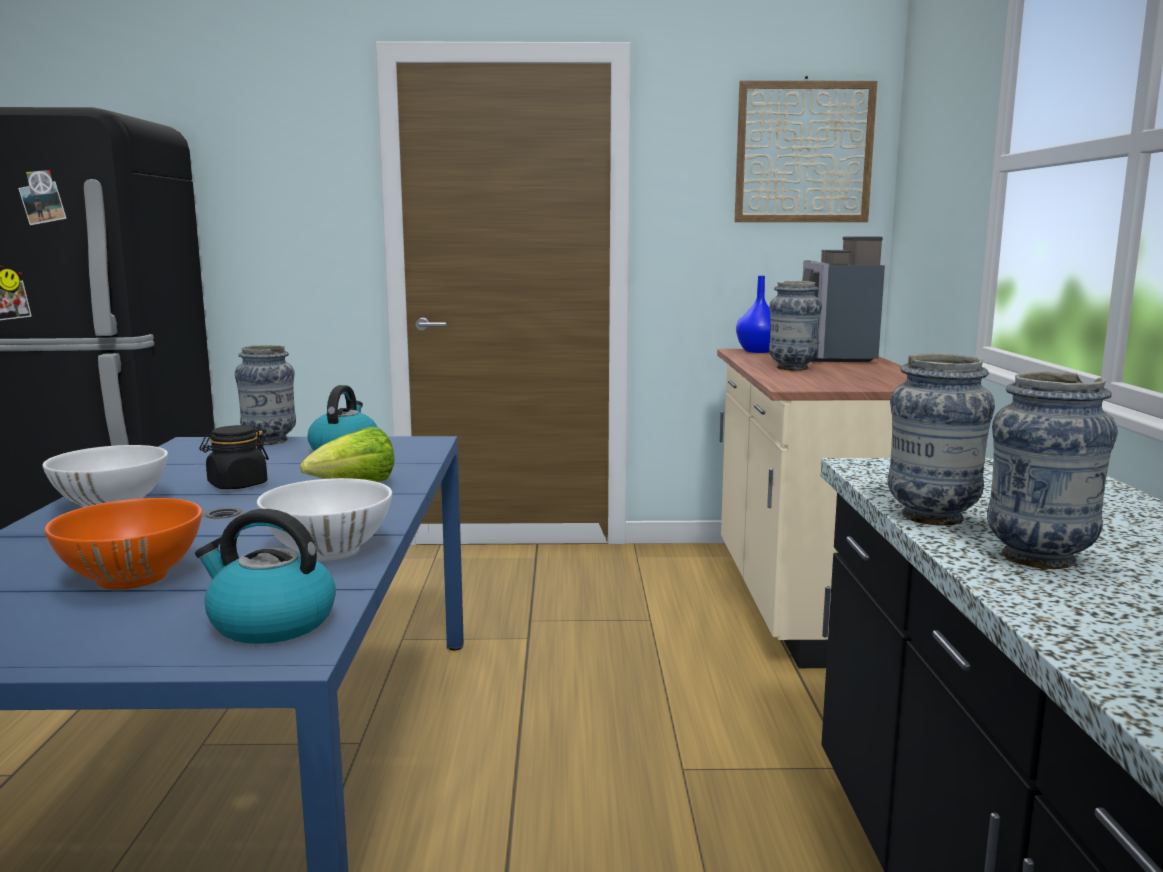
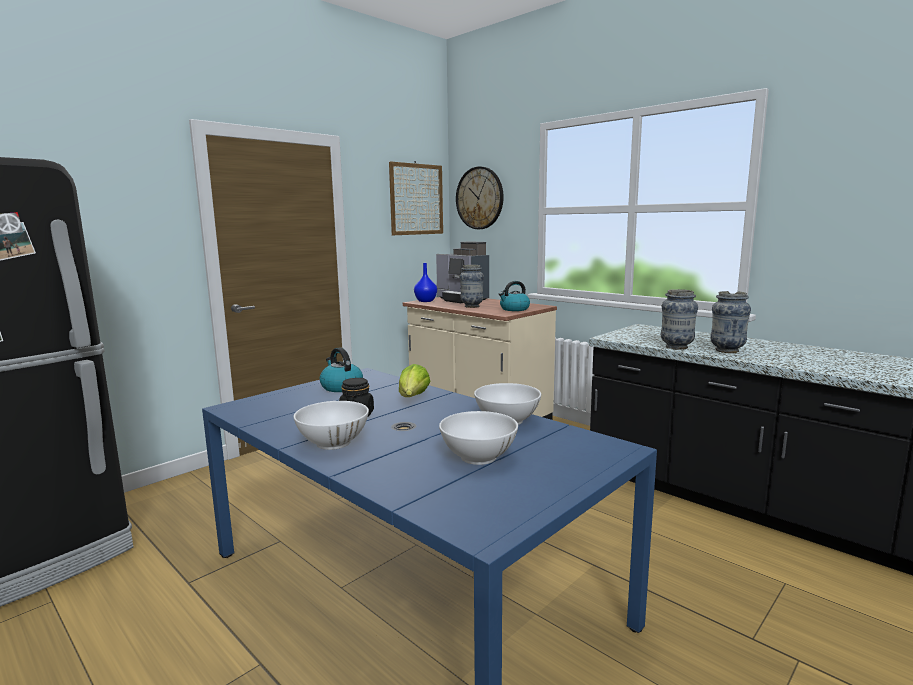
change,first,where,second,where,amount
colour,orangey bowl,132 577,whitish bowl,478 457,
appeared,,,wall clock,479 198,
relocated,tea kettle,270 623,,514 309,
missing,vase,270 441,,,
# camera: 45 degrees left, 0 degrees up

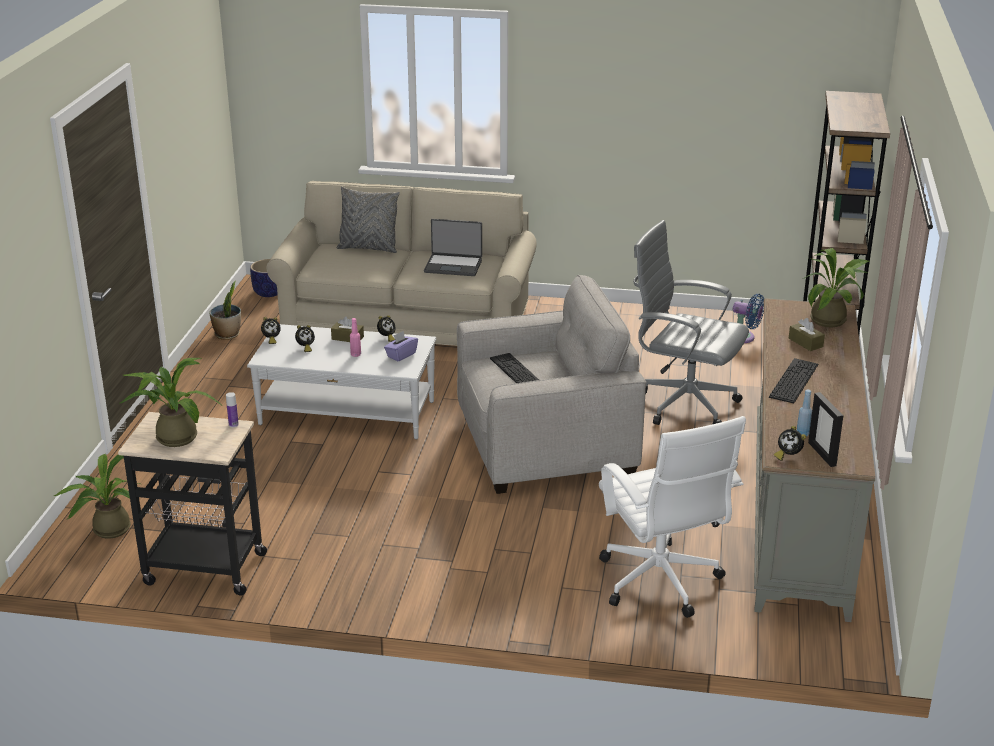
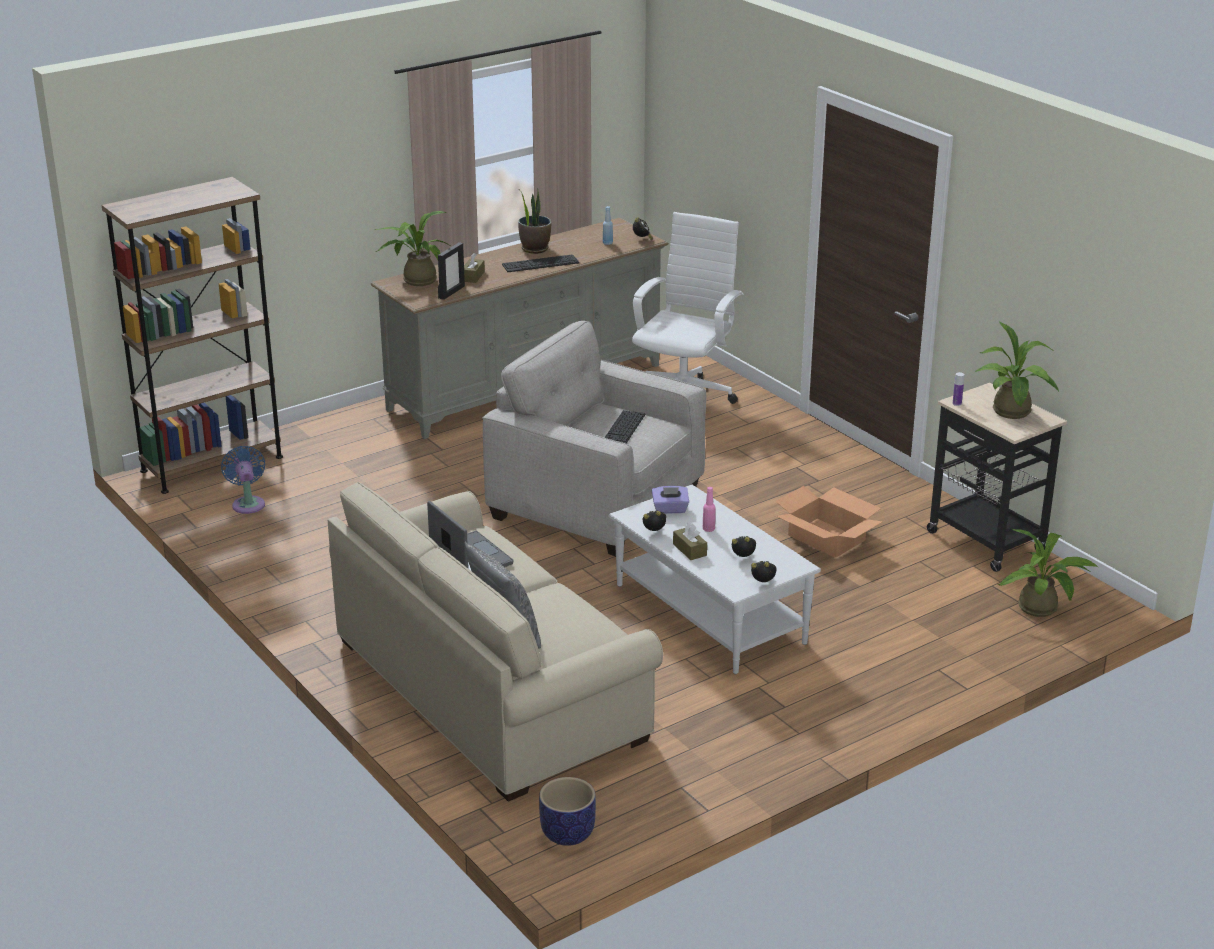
change,first,where,second,where,amount
relocated,photo frame,823 454,,451 292,
relocated,houseplant,227 335,,534 249,
appeared,,,packing box,826 537,
missing,grey office chair,682 404,,,
# camera: 135 degrees left, 0 degrees up

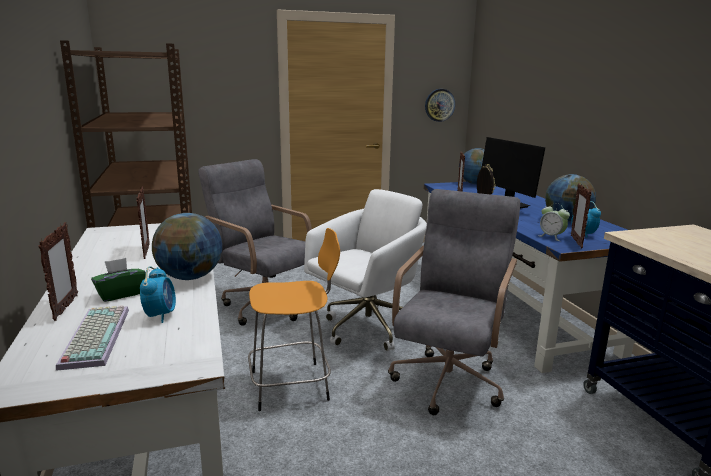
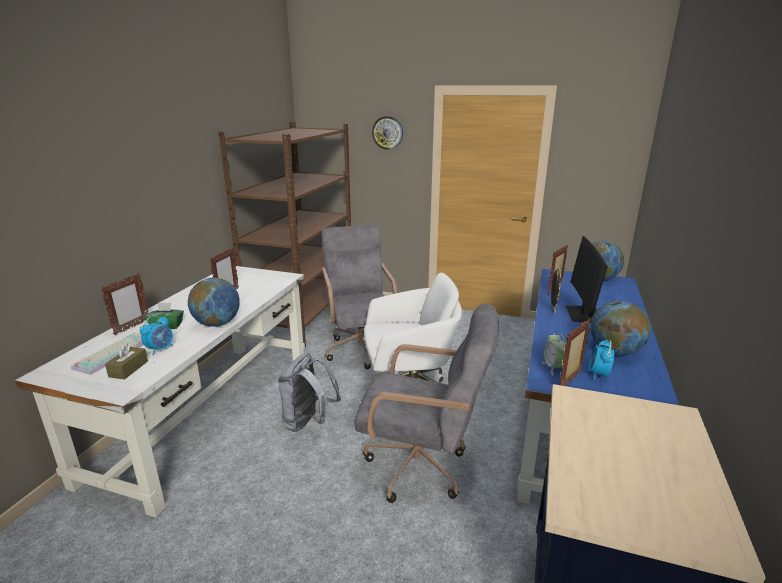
change,first,where,second,where,amount
appeared,,,brown-coloured tissue box,128 369,
exchanged,orangey stool,293 385,grey backpack,308 422,
spun,grey office chair,449 380,,422 469,45 degrees clockwise
relocated,wall clock,439 105,,387 132,
# camera: 35 degrees right, 5 degrees up

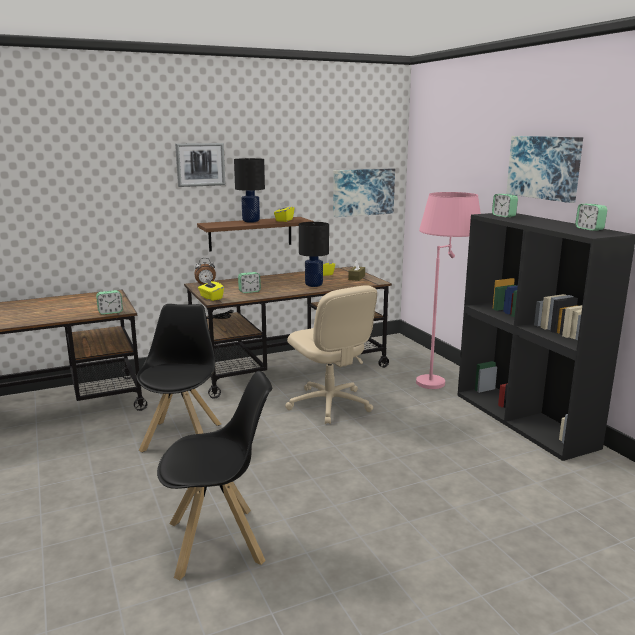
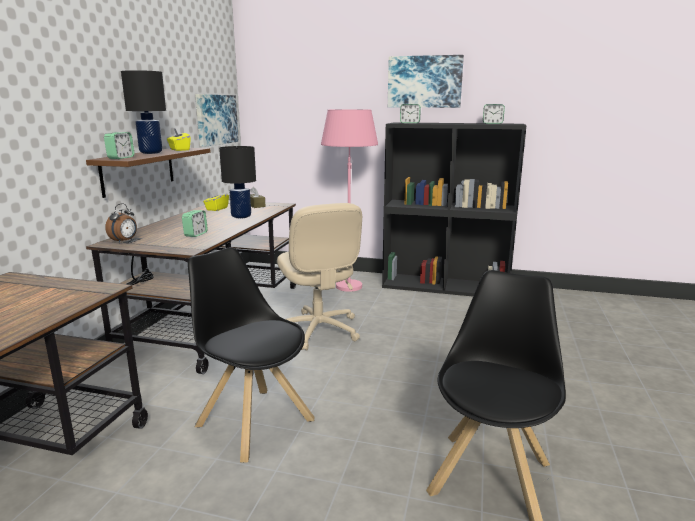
change,first,where,second,where,amount
relocated,bedside clock,110 312,,121 158,
spun,beige office chair,329 404,,317 330,60 degrees clockwise
missing,wall picture,200 164,,,
missing,yellowish tissue box,211 298,,,
# camera: 50 degrees left, 0 degrees up

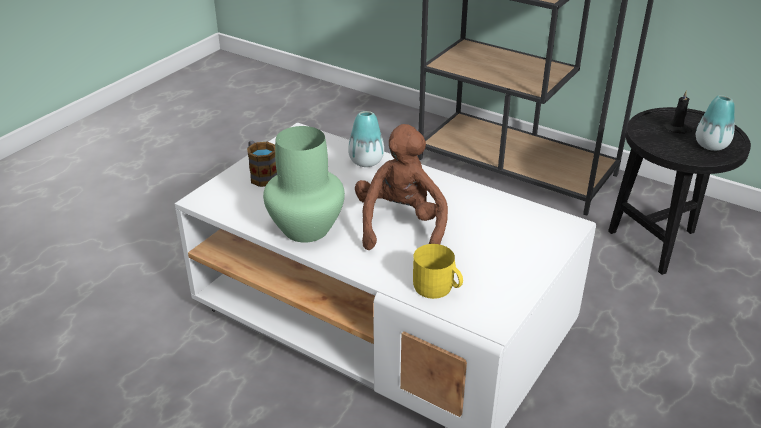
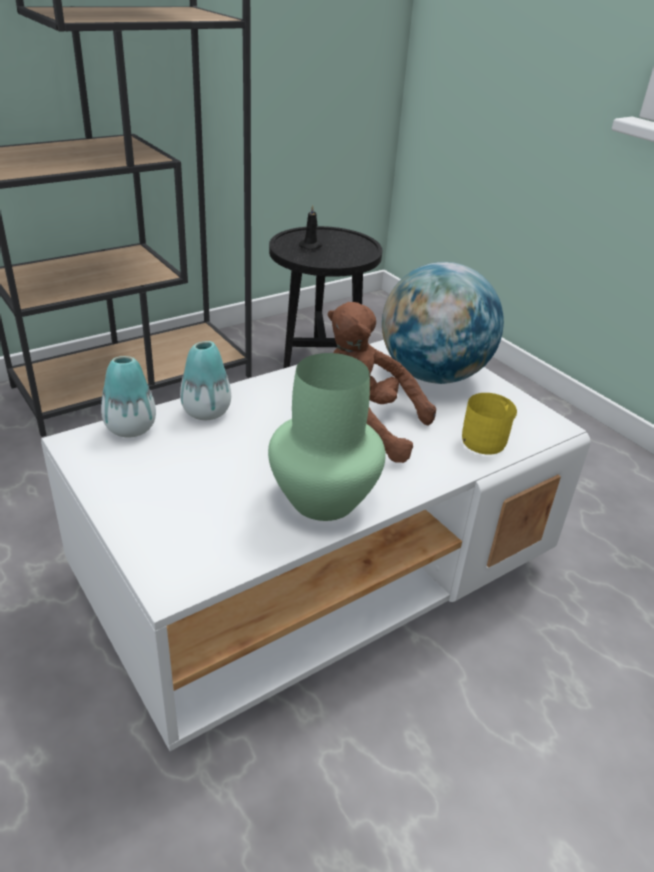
change,first,where,second,where,amount
relocated,vase,711 145,,131 428,
appeared,,,desk globe,432 375,
missing,coffee mug,261 175,,,
# camera: 70 degrees left, 0 degrees up

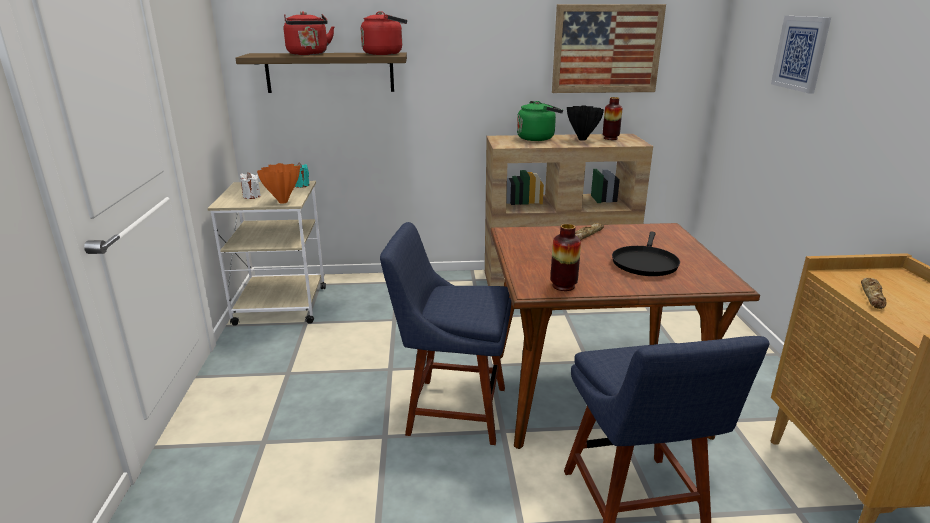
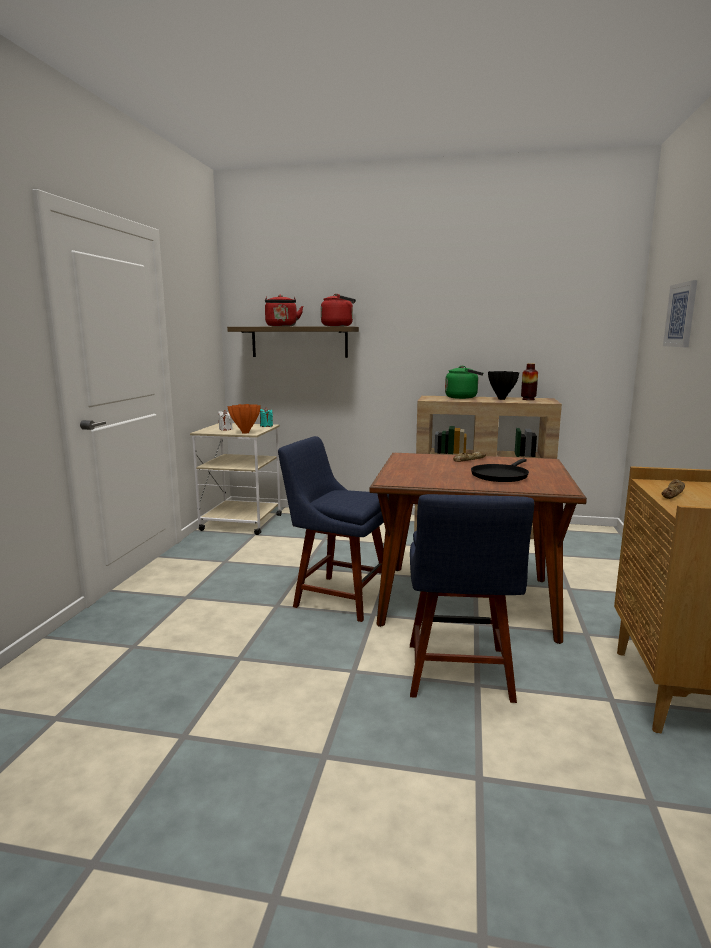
change,first,where,second,where,amount
missing,vase,563 286,,,
missing,wall picture,607 49,,,
# camera: 15 degrees right, 10 degrees down

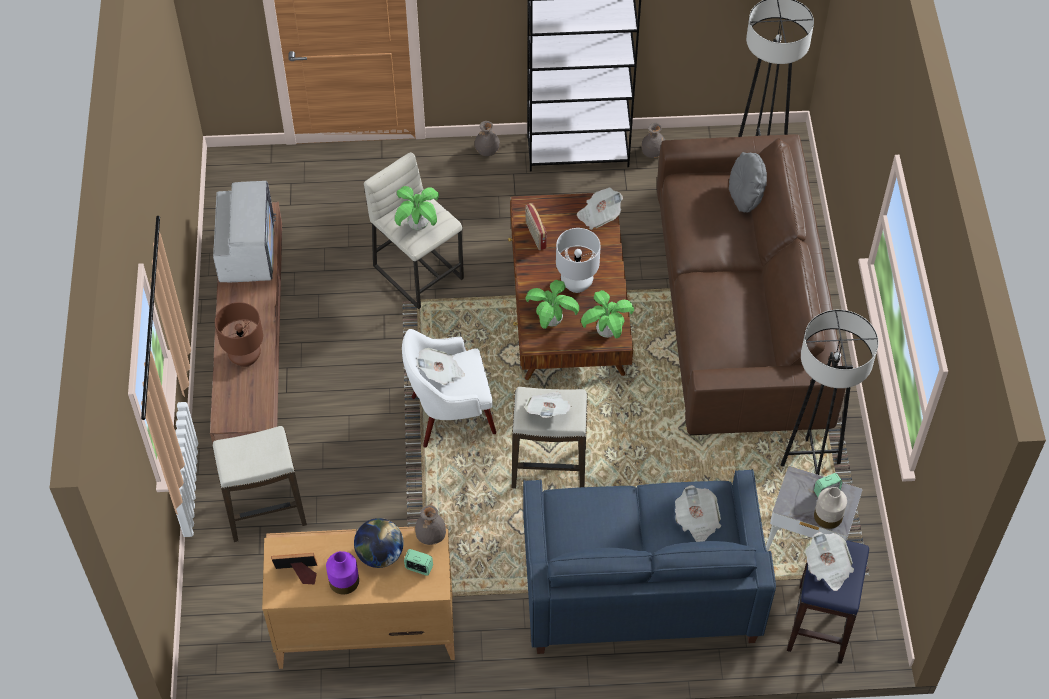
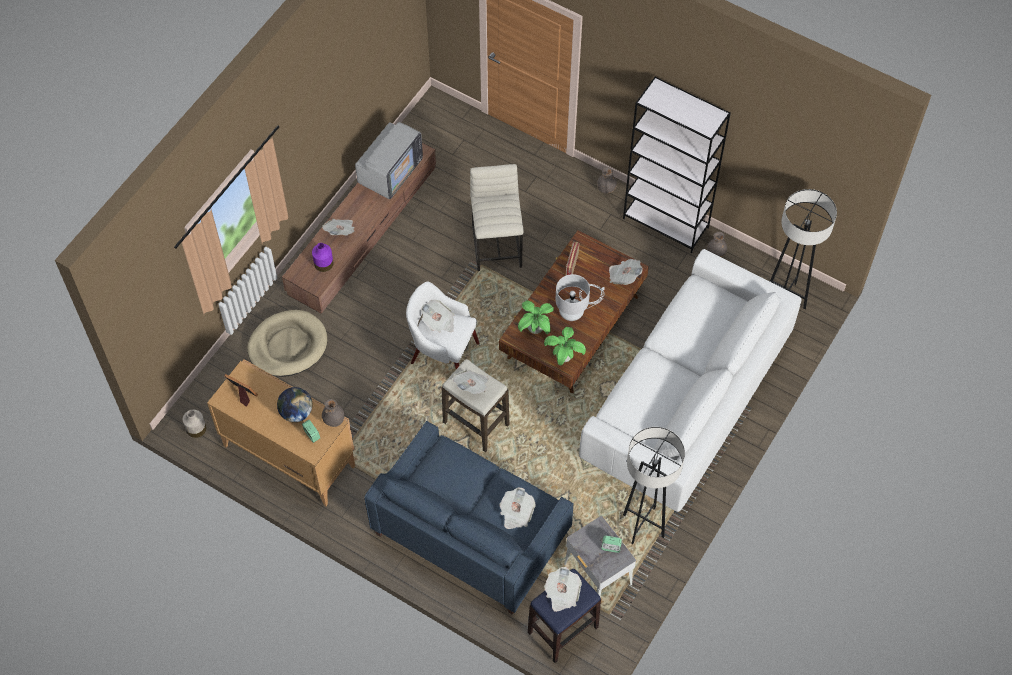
change,first,where,second,where,amount
relocated,beige vase,827 516,,196 428,
exchanged,stool,265 512,beige dog bed,288 345,
relocated,purple vase,343 581,,323 263,
exchanged,brown-coloured tabletop lamp,240 346,daily paper,340 231,
colour,brown-coloured settee,742 305,whitish settee,688 393,
missing,houseplant,418 225,,,
missing,grey cushion,745 198,,,
# camera: 35 degrees right, 5 degrees up

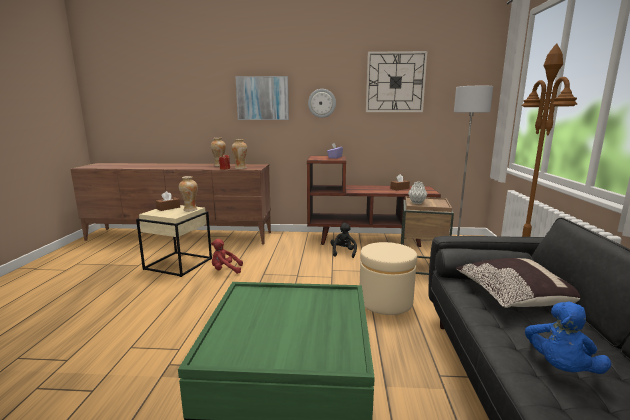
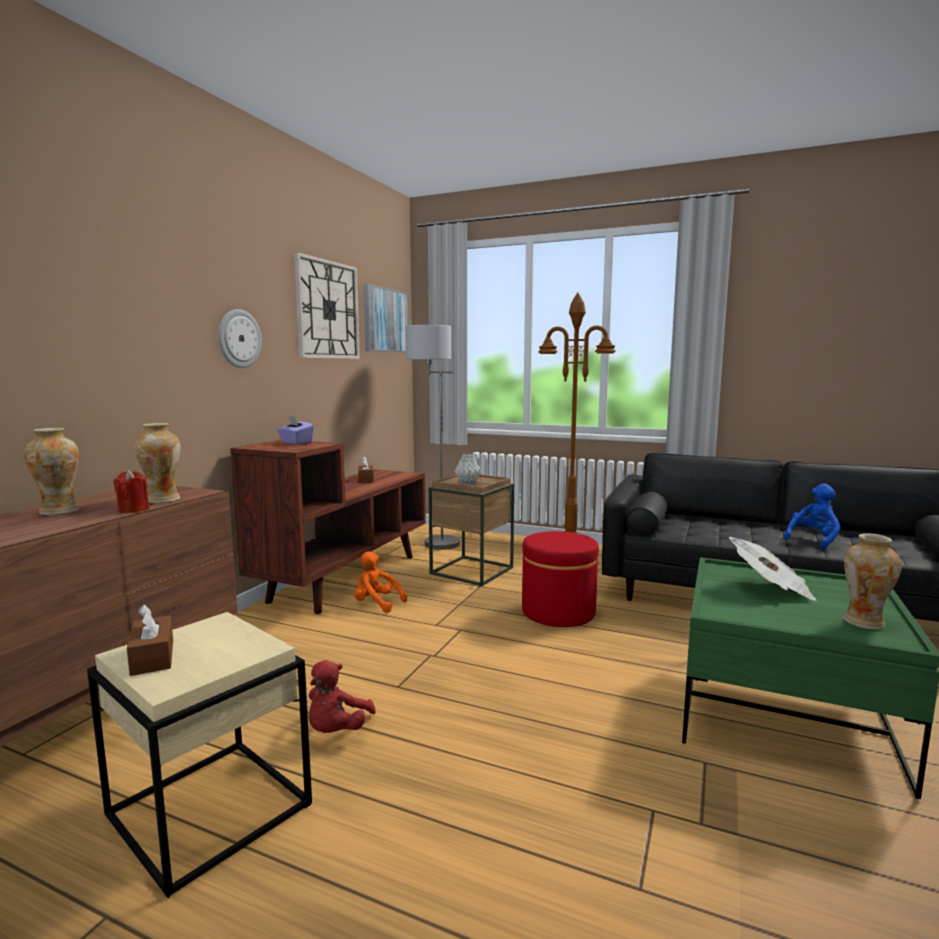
change,first,where,second,where,amount
colour,black-coloured cuddly toy,343 252,orangey cuddly toy,376 604,
relocated,wall picture,262 98,,385 320,
colour,beige footrest,385 301,red-coloured footrest,558 612,
appeared,,,daily paper,771 588,
spun,blue-coloured cuddly toy,559 368,,813 540,90 degrees counterclockwise
relocated,vase,190 209,,864 622,
missing,cushion,516 296,,,
# camera: 70 degrees left, 5 degrees down

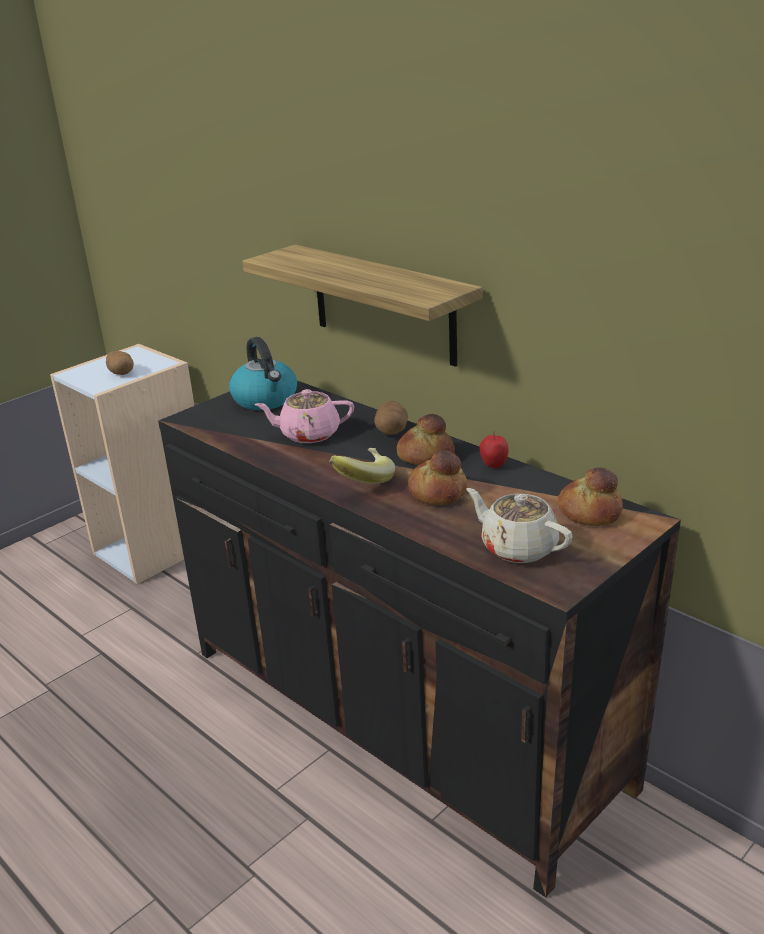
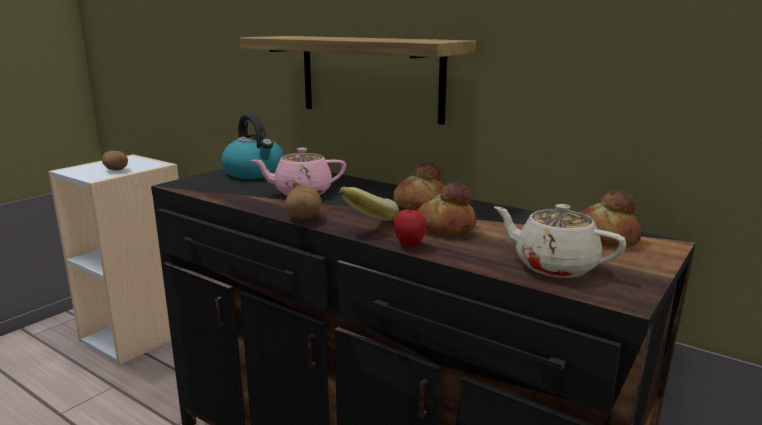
change,first,where,second,where,amount
relocated,whole potato,391 430,,303 216,
relocated,apple,494 466,,409 245,
# camera: 10 degrees left, 10 degrees down

